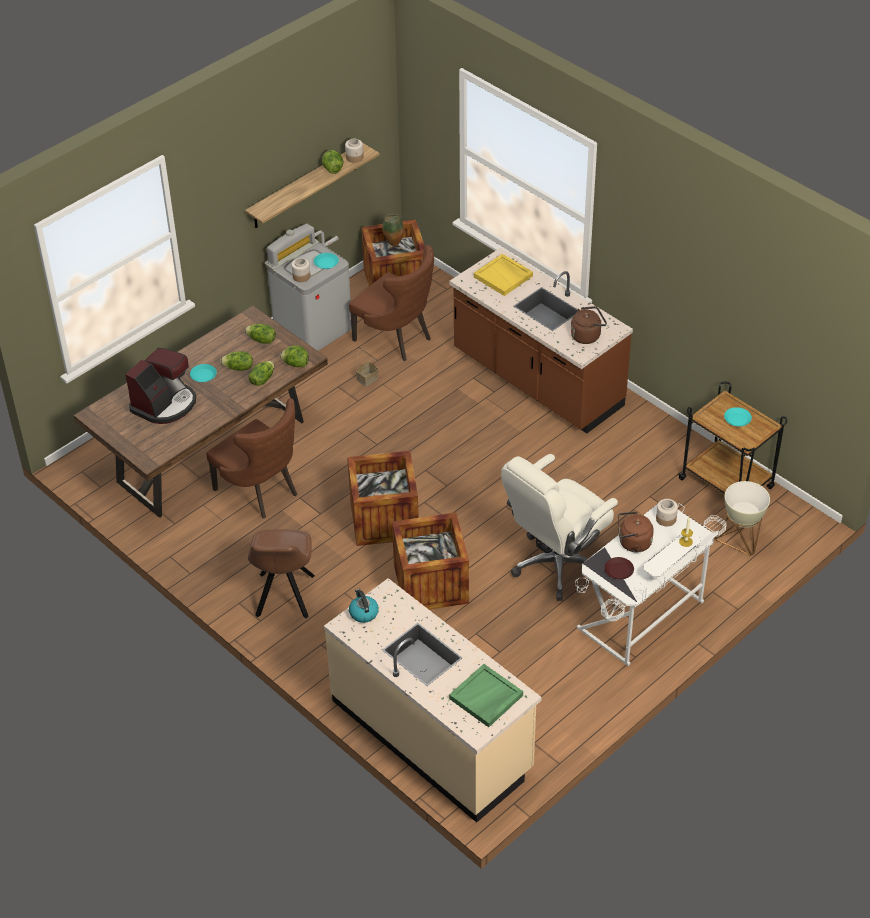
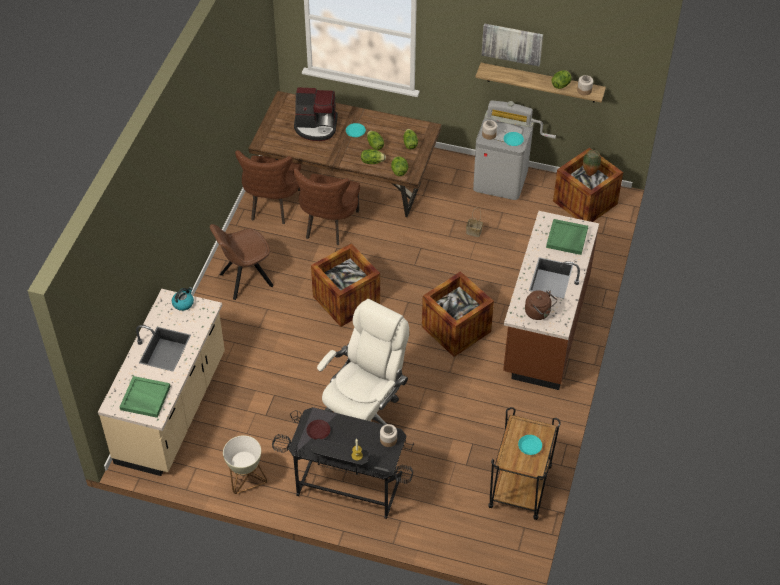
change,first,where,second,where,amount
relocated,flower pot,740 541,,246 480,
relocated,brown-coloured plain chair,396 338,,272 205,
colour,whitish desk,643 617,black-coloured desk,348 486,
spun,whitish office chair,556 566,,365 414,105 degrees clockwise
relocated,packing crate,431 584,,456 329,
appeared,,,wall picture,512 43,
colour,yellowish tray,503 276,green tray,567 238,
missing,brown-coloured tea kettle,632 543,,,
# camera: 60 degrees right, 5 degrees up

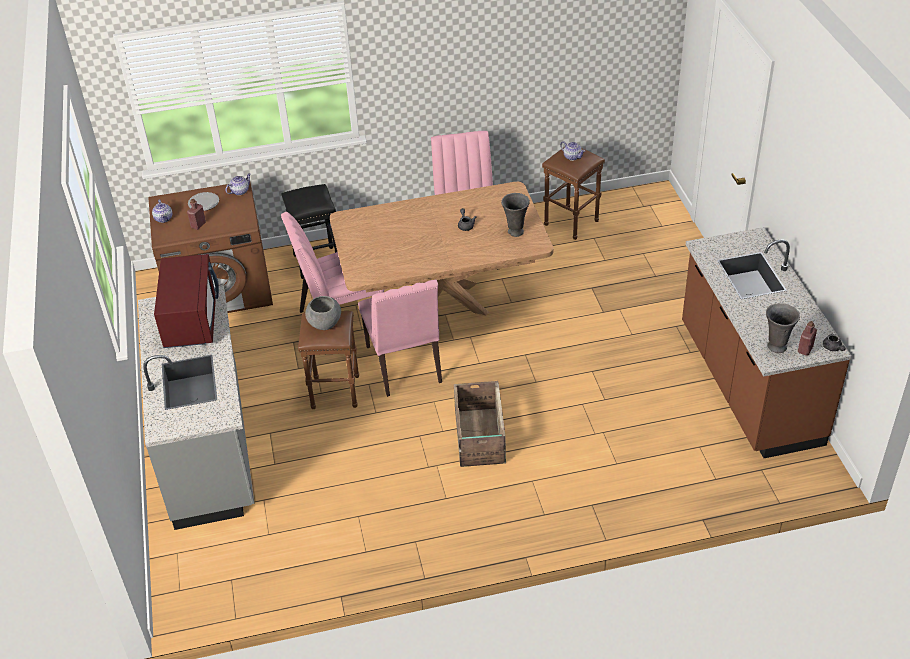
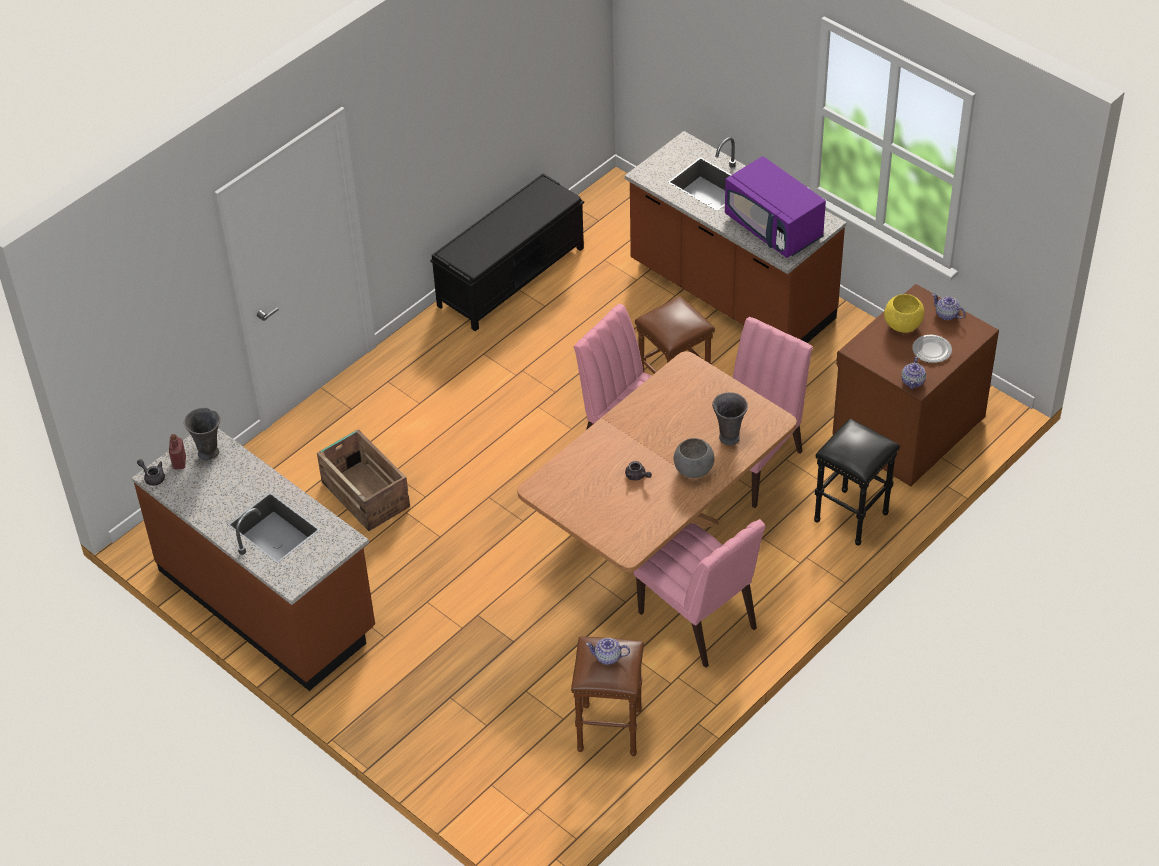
change,first,where,second,where,amount
relocated,packing crate,479 438,,365 493,
appeared,,,black-coloured indoor bench,512 276,
colour,grey kitchen counter,210 446,brown-coloured kitchen counter,731 294,
relocated,grey bowl,325 324,,693 470,
relocated,grey vase,515 232,,728 437,
colour,red-coloured microwave oven,190 319,purple microwave oven,774 228,
exchanged,red-coloured beverage bottle,198 225,yellowish bowl,902 325,
# camera: 145 degrees right, 5 degrees up

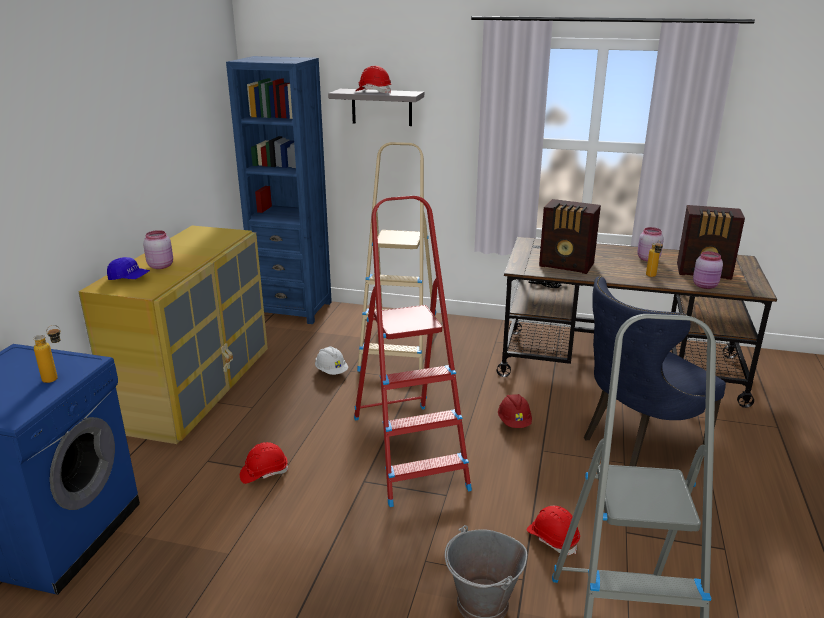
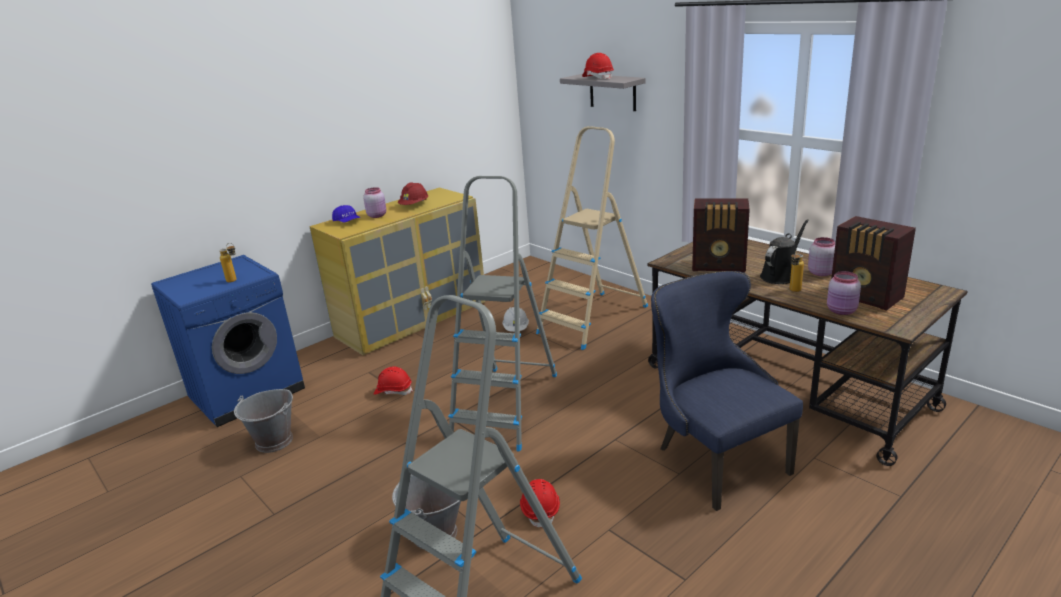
change,first,where,second,where,amount
appeared,,,grey water bucket,274 441,
relocated,red-coloured work helmet,514 422,,414 205,
colour,red-coloured stepladder,408 451,grey stepladder,505 406,
spun,blue-coloured plain chair,637 442,,716 460,60 degrees clockwise
spun,radio,567 265,,720 266,45 degrees counterclockwise
appeared,,,black-coloured sprinkling can,781 275,
missing,blue-coloured bookcase,293 309,,,
# camera: 35 degrees right, 0 degrees up

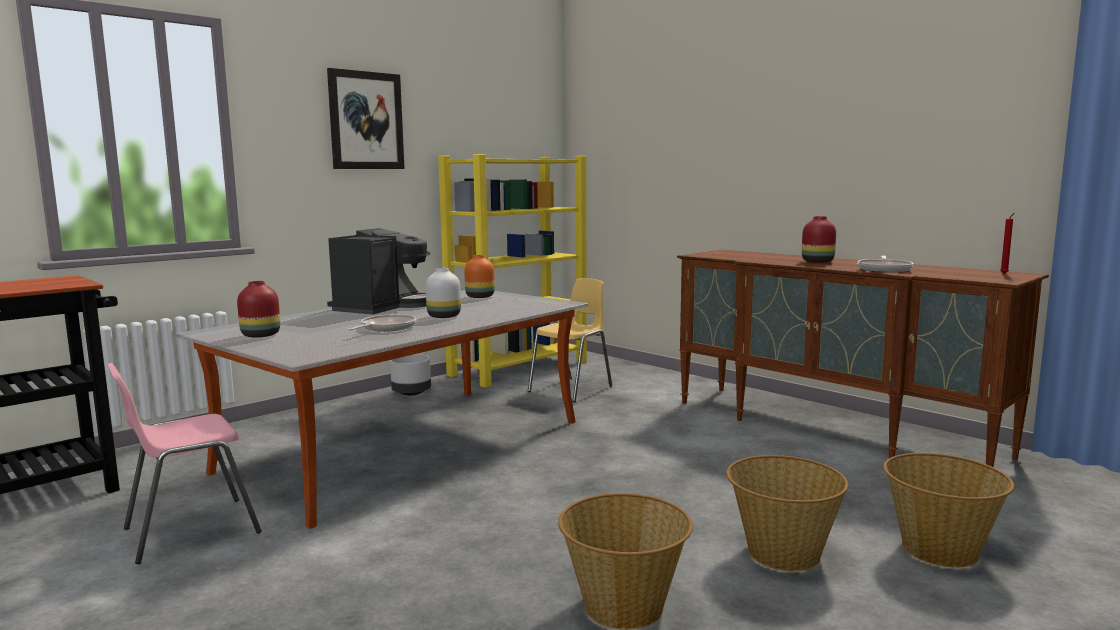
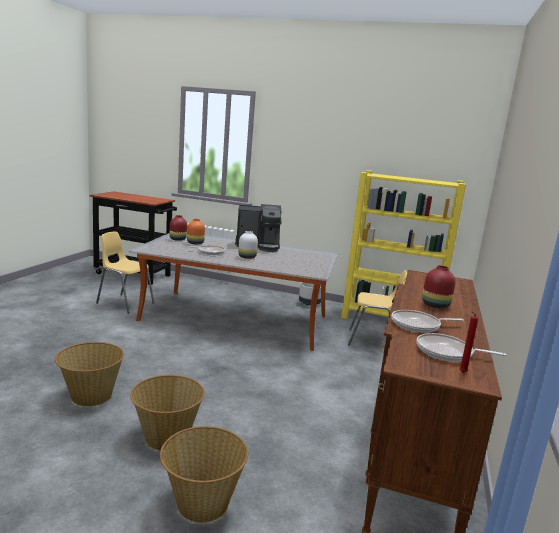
change,first,where,second,where,amount
colour,pink-coloured plain chair,190 530,yellowish plain chair,124 303,
relocated,orangey vase,480 297,,195 243,
appeared,,,pan,447 353,
missing,wall picture,366 120,,,
# camera: 60 degrees right, 5 degrees up

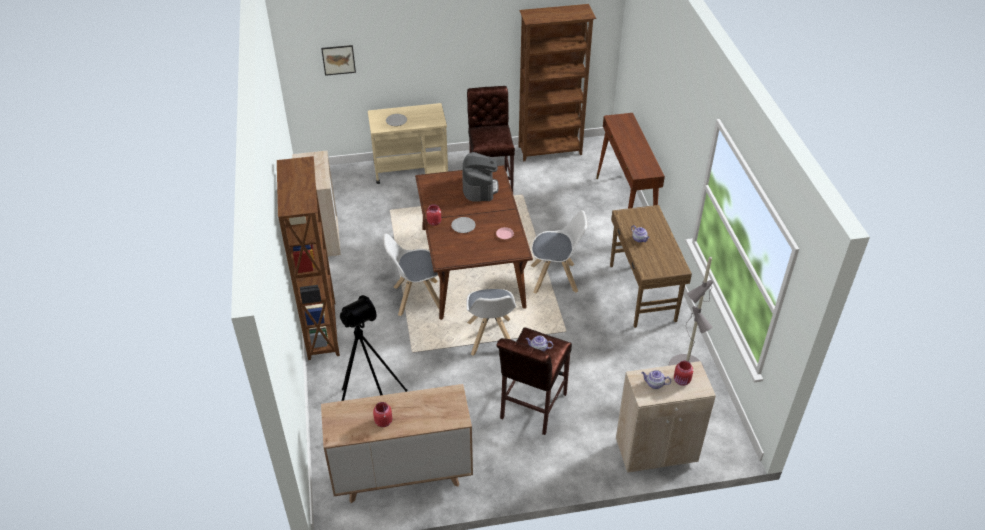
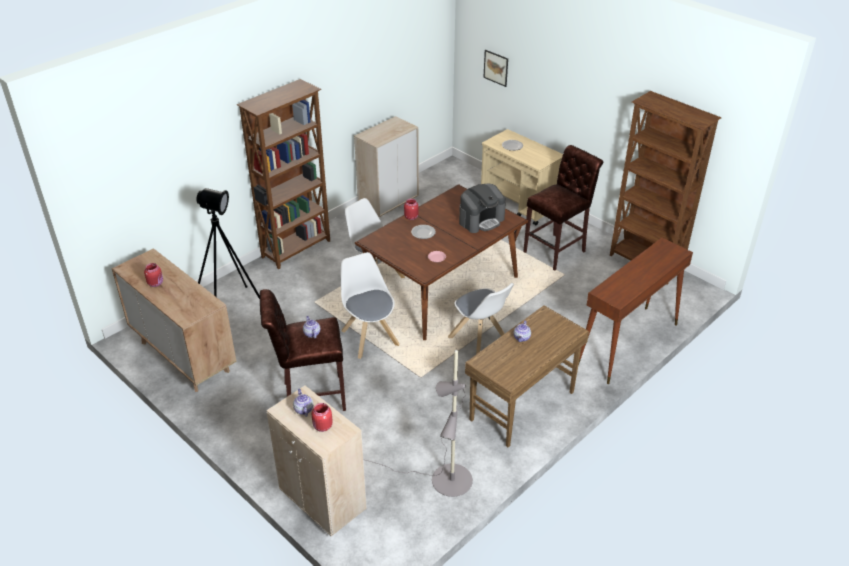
change,first,where,second,where,amount
spun,plain chair,491 338,,369 336,105 degrees clockwise
# camera: 55 degrees right, 5 degrees down

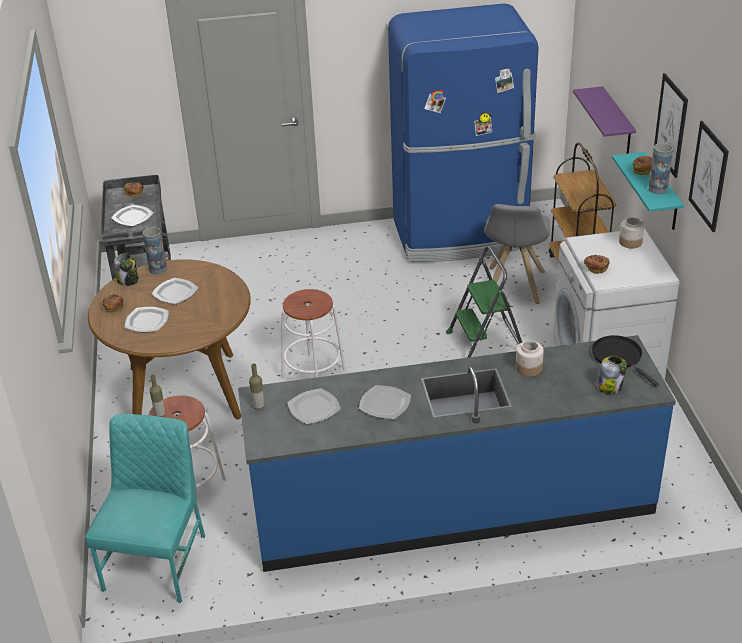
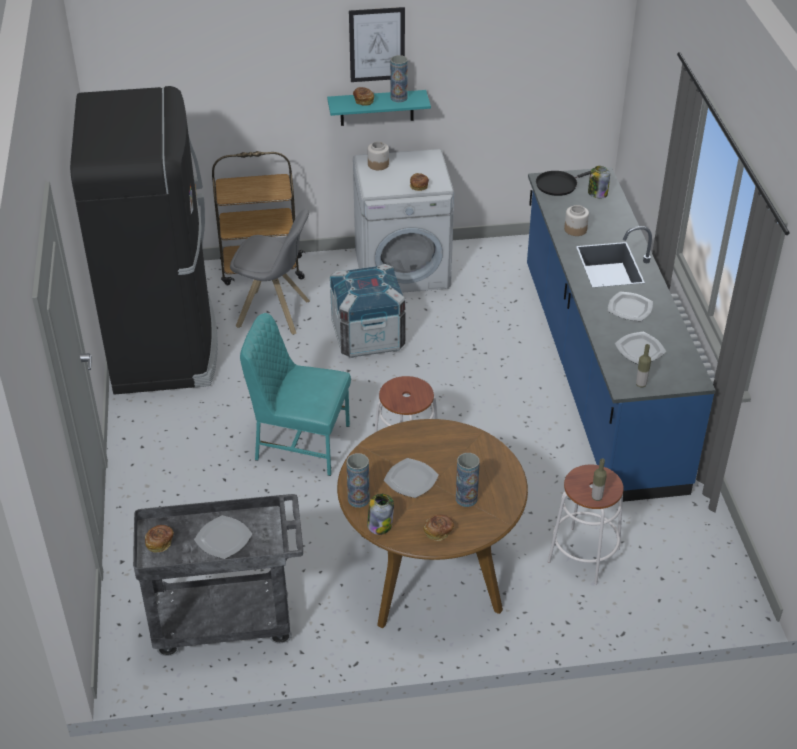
change,first,where,second,where,amount
colour,blue-coloured kitchen fridge,461 235,black-coloured kitchen fridge,165 343,
relocated,turquoise plain chair,157 561,,300 443,
exchanged,green stepladder,489 342,packing crate,368 337,
exchanged,dinner plate,147 321,vase,466 499,
missing,purple shelf,617 122,,,
missing,wall picture,708 176,,,
# camera: 90 degrees left, 5 degrees up

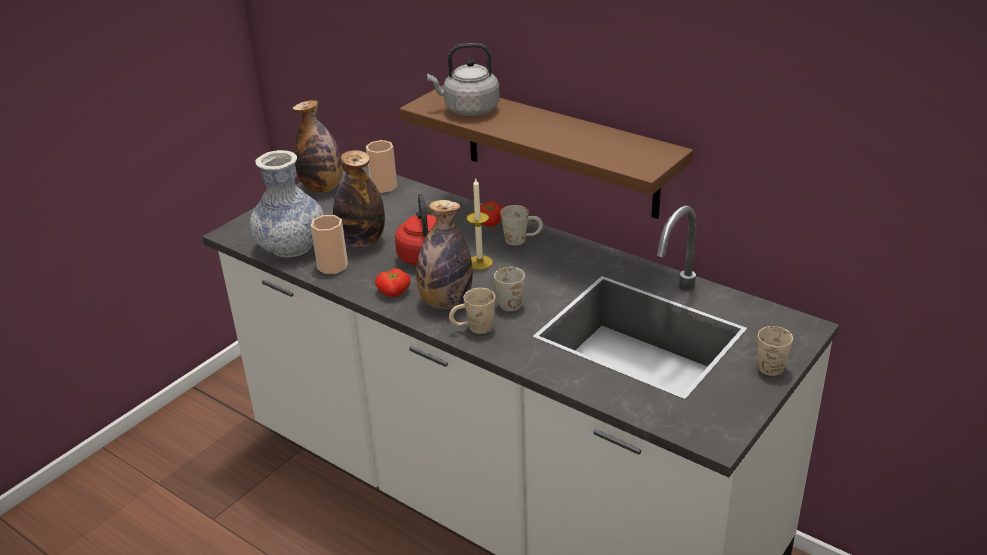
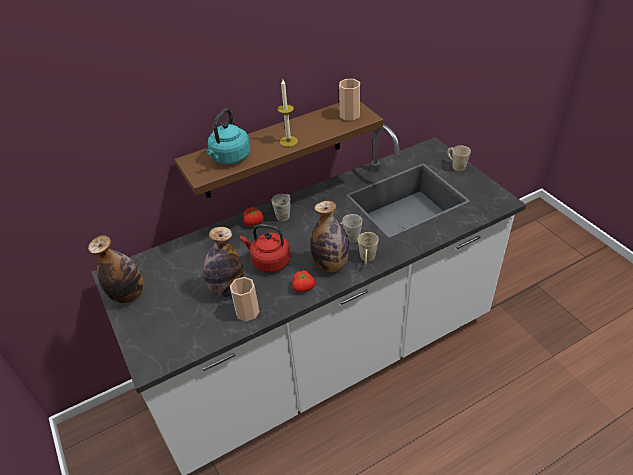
change,first,where,second,where,amount
colour,grey tea kettle,468 110,turquoise tea kettle,229 158,
relocated,candle,480 262,,288 141,
relocated,drinking cup,383 186,,349 115,
missing,vase,292 247,,,
# camera: 65 degrees left, 10 degrees up

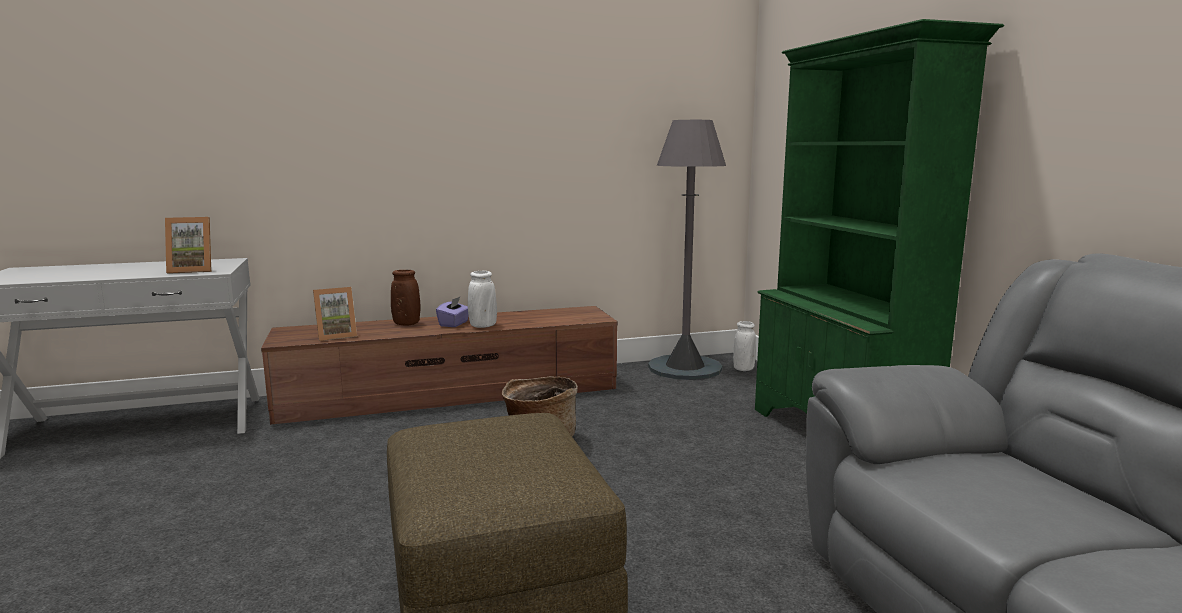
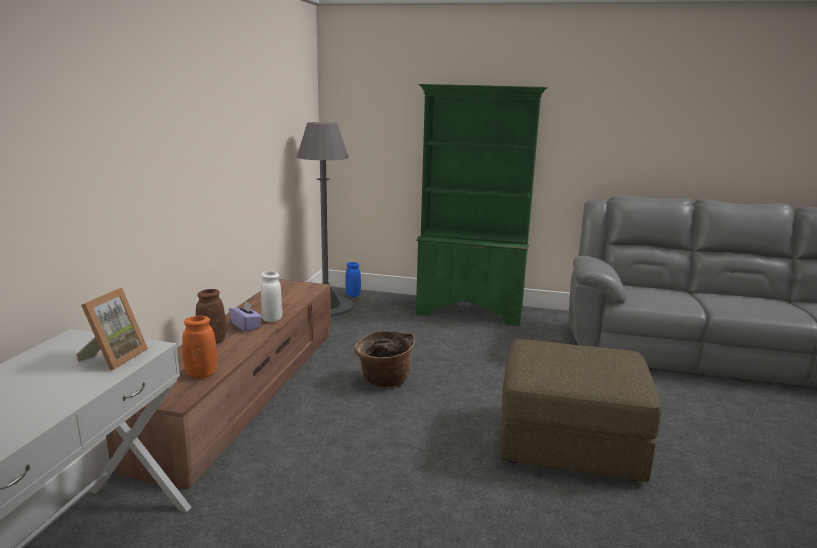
change,first,where,second,where,amount
exchanged,photo frame,336 336,orangey vase,202 374,
colour,whitish vase,743 369,blue-coloured vase,353 295,
# camera: 60 degrees left, 5 degrees up

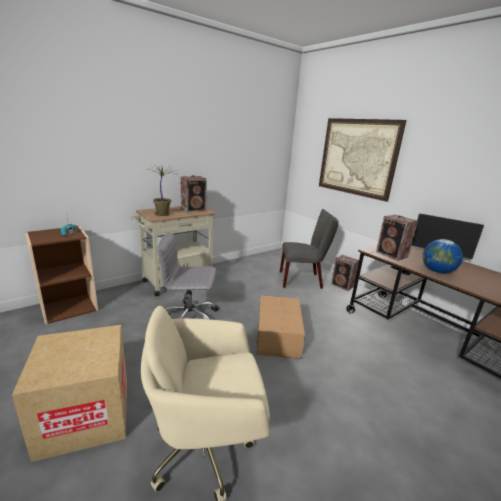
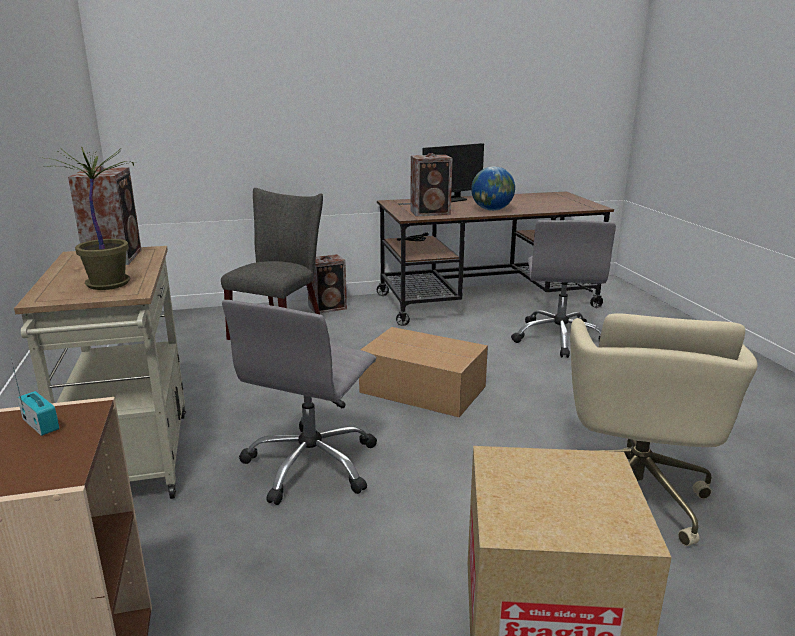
change,first,where,second,where,amount
appeared,,,grey office chair,559 338,
missing,wall picture,357 157,,,
# camera: 65 degrees left, 0 degrees up

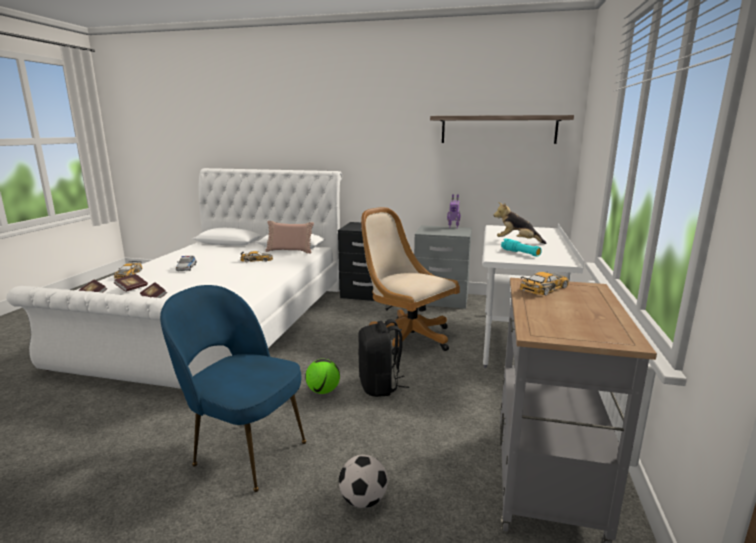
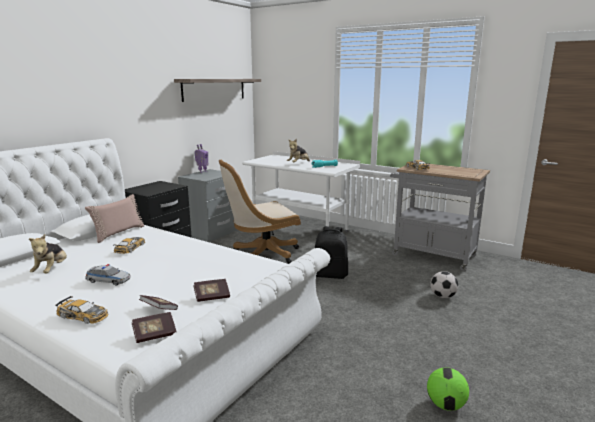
change,first,where,second,where,amount
appeared,,,cuddly toy,51 270,
relocated,football,323 391,,445 405,
missing,blue-coloured plain chair,244 451,,,
# camera: 70 degrees left, 0 degrees up

